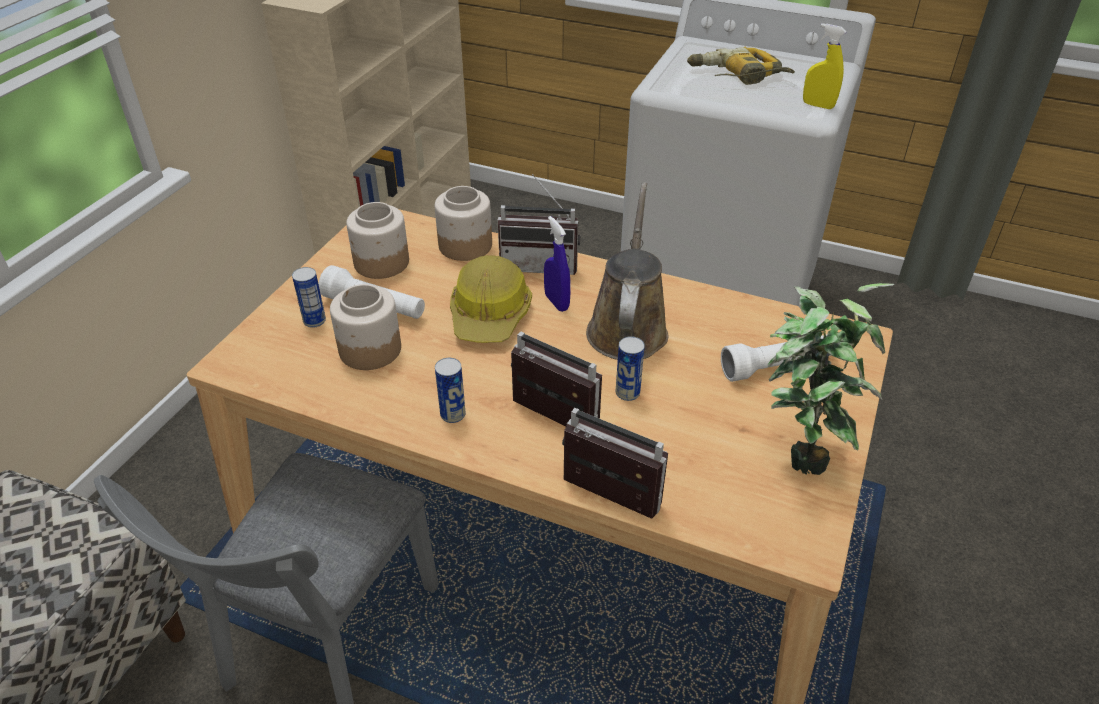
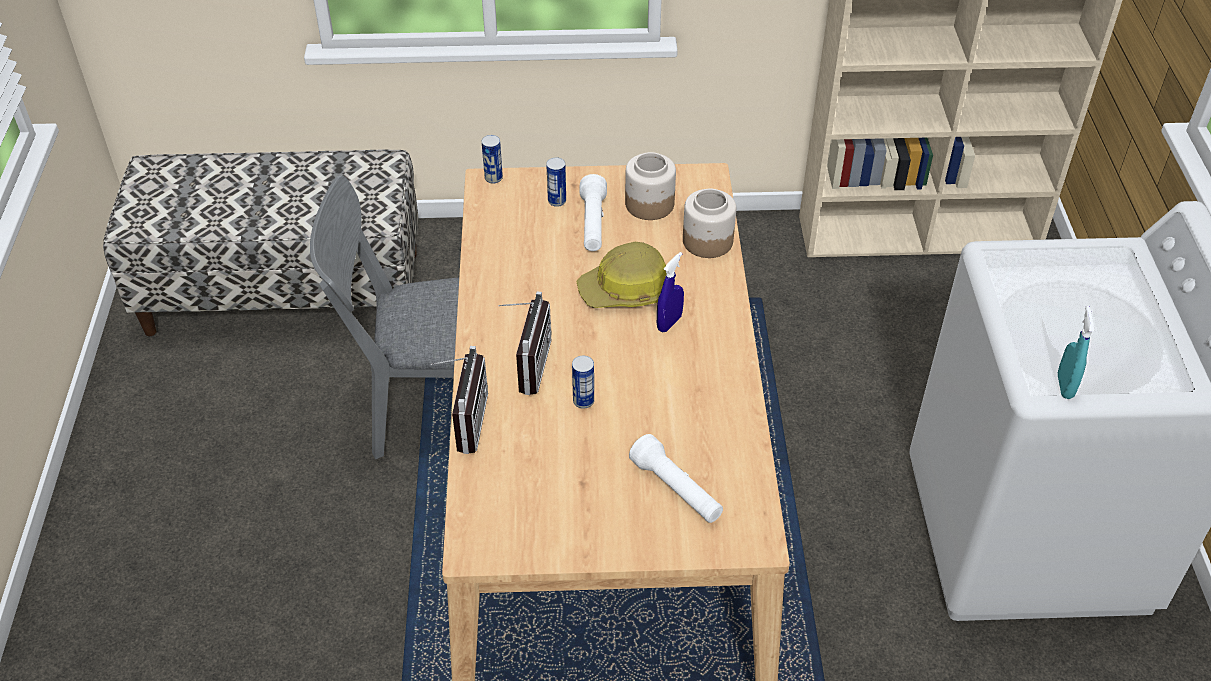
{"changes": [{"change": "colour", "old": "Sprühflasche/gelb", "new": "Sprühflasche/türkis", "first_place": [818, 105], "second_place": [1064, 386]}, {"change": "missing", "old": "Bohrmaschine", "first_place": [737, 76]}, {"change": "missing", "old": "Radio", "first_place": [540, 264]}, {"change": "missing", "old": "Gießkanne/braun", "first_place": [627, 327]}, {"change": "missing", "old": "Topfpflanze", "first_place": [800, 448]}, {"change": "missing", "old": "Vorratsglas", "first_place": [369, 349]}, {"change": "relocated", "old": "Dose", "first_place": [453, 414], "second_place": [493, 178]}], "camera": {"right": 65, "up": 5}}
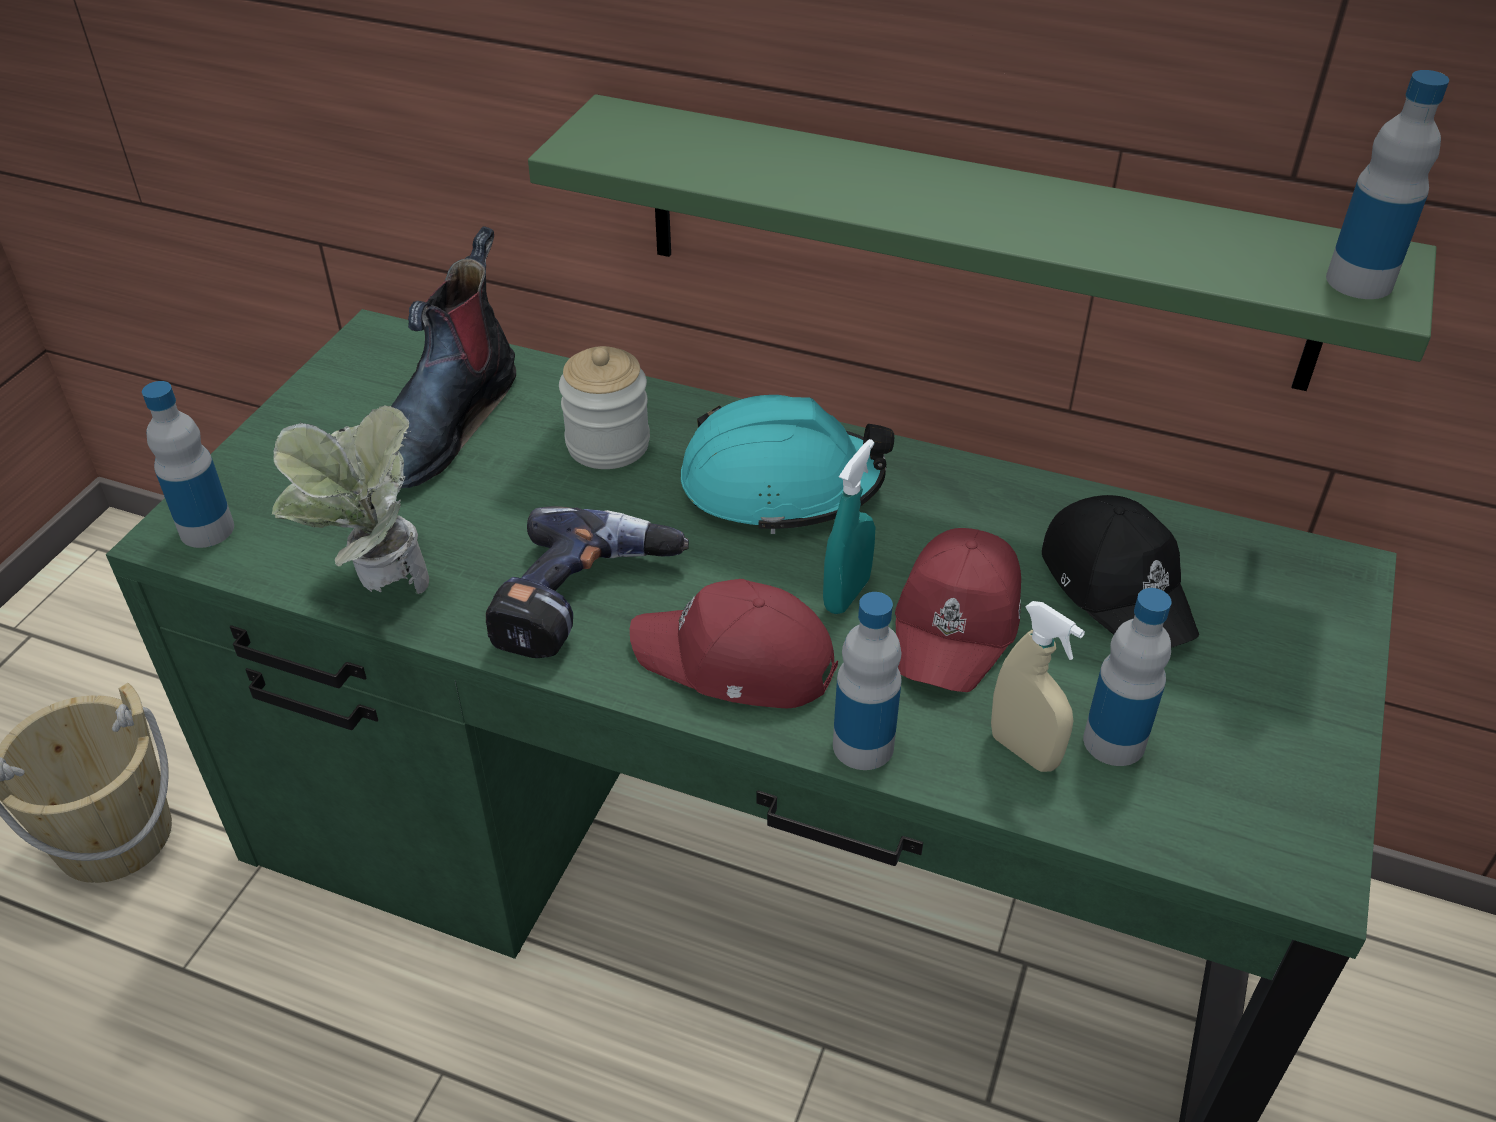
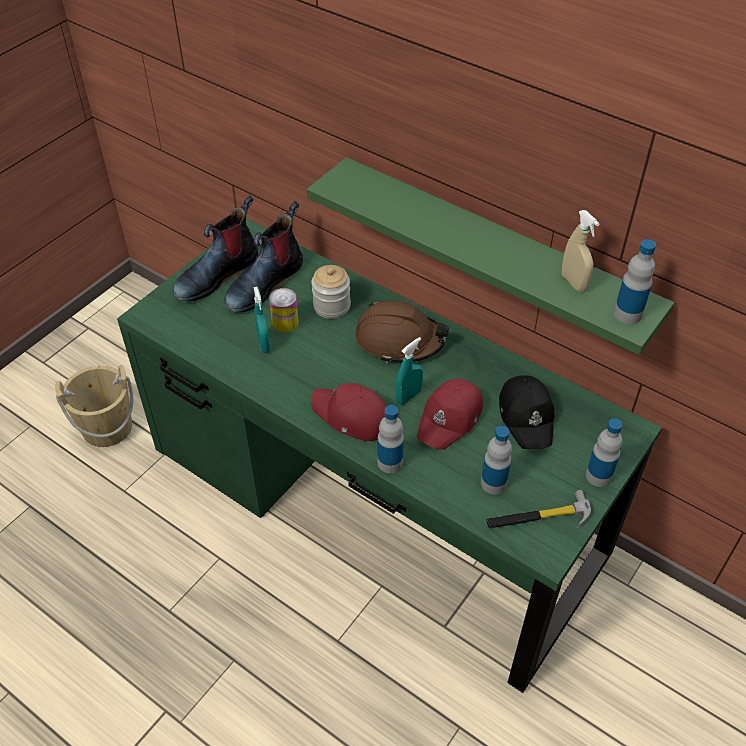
{"changes": [{"change": "relocated", "old": "Flasche", "first_place": [207, 529], "second_place": [598, 476]}, {"change": "colour", "old": "Schutzhelm/türkis", "new": "Schutzhelm/braun", "first_place": [781, 485], "second_place": [399, 340]}, {"change": "missing", "old": "Topfpflanze", "first_place": [378, 589]}, {"change": "missing", "old": "Bohrmaschine", "first_place": [585, 601]}, {"change": "relocated", "old": "Sprühflasche/beige", "first_place": [1023, 750], "second_place": [573, 283]}, {"change": "appeared", "new": "Stiefel", "second_place": [217, 274]}, {"change": "appeared", "new": "Sprühflasche/türkis", "second_place": [264, 344]}, {"change": "appeared", "new": "Dose", "second_place": [285, 323]}, {"change": "appeared", "new": "Hammer", "second_place": [538, 518]}], "camera": {"right": 15, "up": 5}}
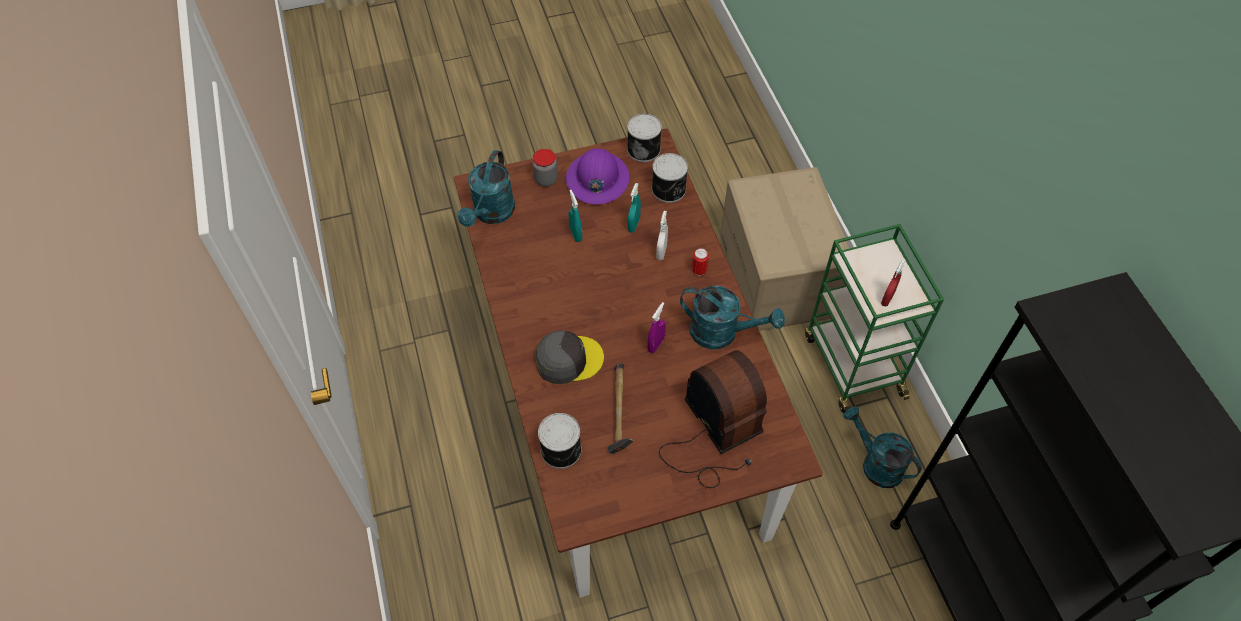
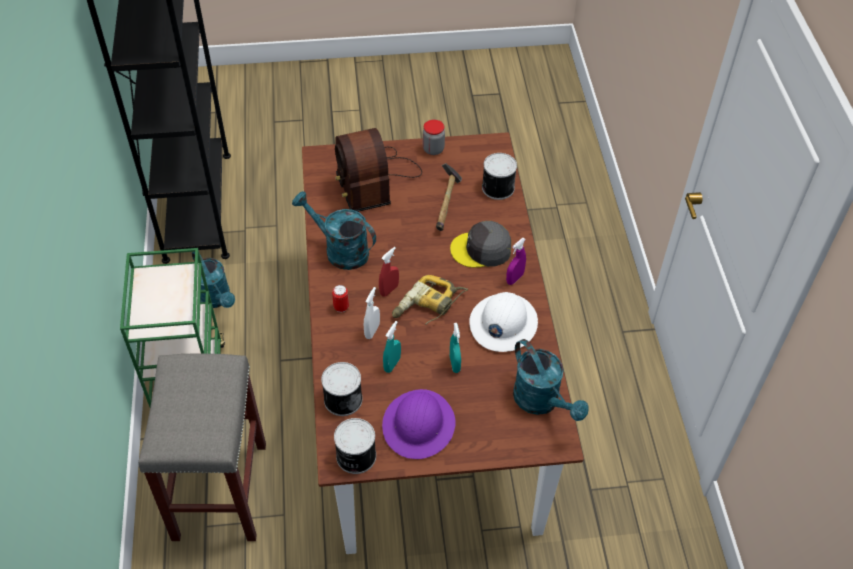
{"changes": [{"change": "relocated", "old": "Vorratsglas", "first_place": [546, 179], "second_place": [433, 149]}, {"change": "spun", "old": "Gießkanne/türkis", "first_place": [491, 214], "second_place": [542, 402], "degrees": 120}, {"change": "exchanged", "old": "Karton", "new": "Hocker/grau", "first_place": [778, 276], "second_place": [219, 489]}, {"change": "relocated", "old": "Sprühflasche/rot", "first_place": [887, 298], "second_place": [389, 290]}, {"change": "relocated", "old": "Sprühflasche/lila", "first_place": [656, 344], "second_place": [514, 278]}, {"change": "appeared", "new": "Bohrmaschine", "second_place": [428, 306]}, {"change": "appeared", "new": "Schutzhelm/weiß", "second_place": [503, 323]}], "camera": {"right": -170, "up": -5}}
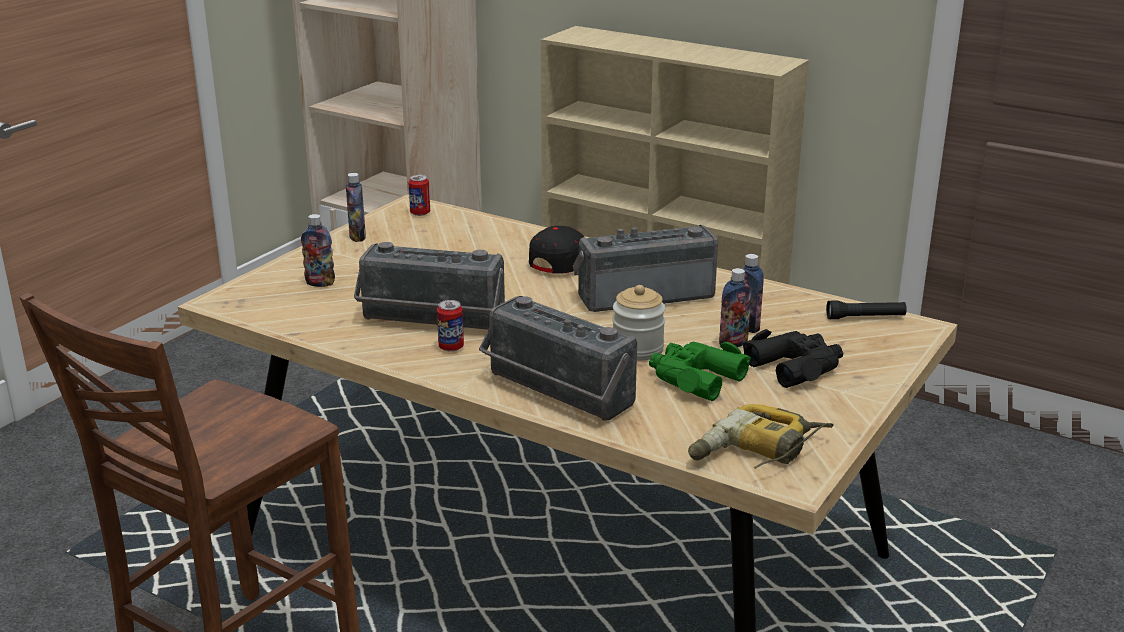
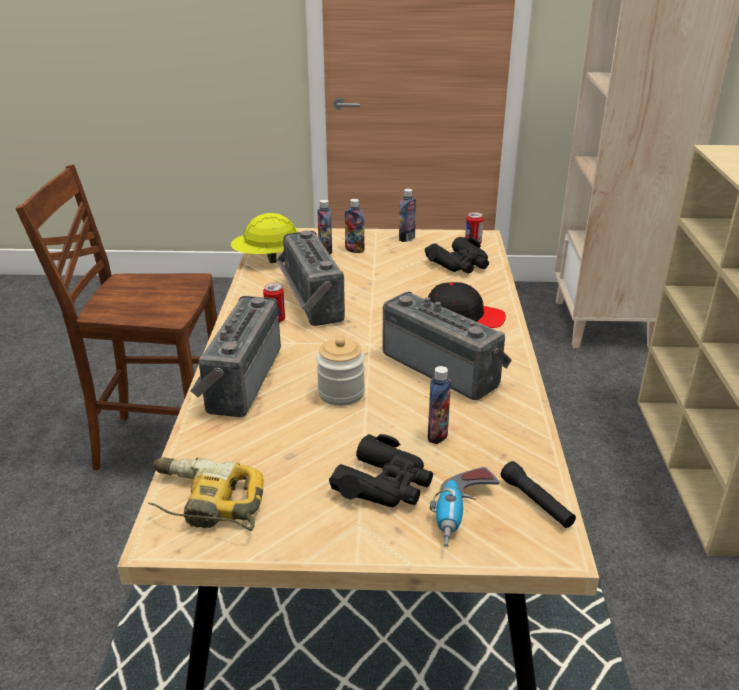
{"changes": [{"change": "relocated", "old": "Flasche", "first_place": [733, 343], "second_place": [354, 250]}, {"change": "missing", "old": "Fernglas/grün", "first_place": [695, 378]}, {"change": "appeared", "new": "Schutzhelm/gelb", "second_place": [267, 259]}, {"change": "appeared", "new": "Fernglas/schwarz", "second_place": [460, 264]}, {"change": "appeared", "new": "Bohrmaschine", "second_place": [463, 516]}], "camera": {"right": 60, "up": 5}}
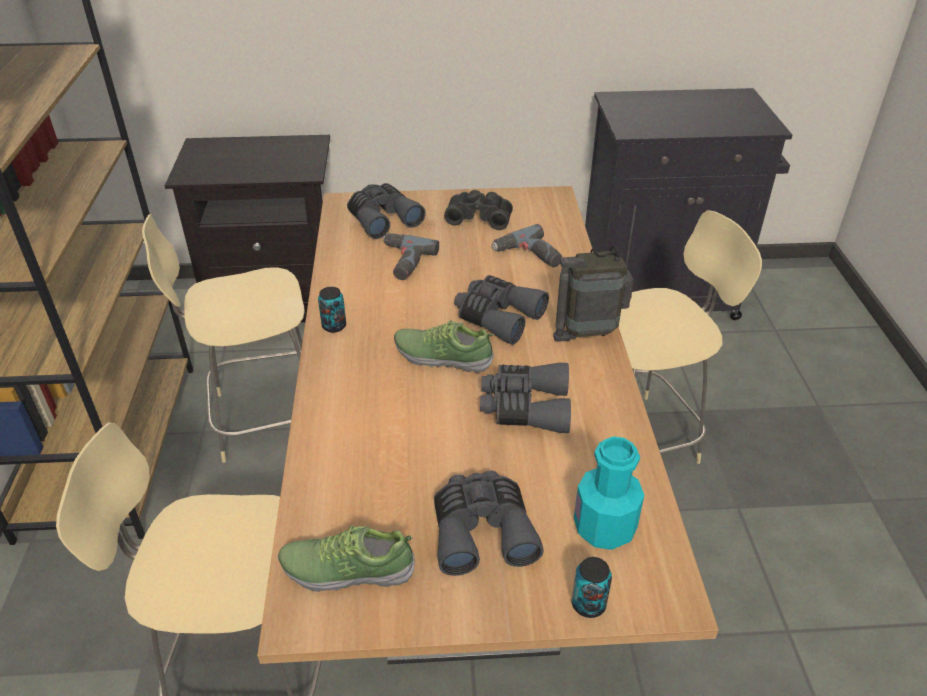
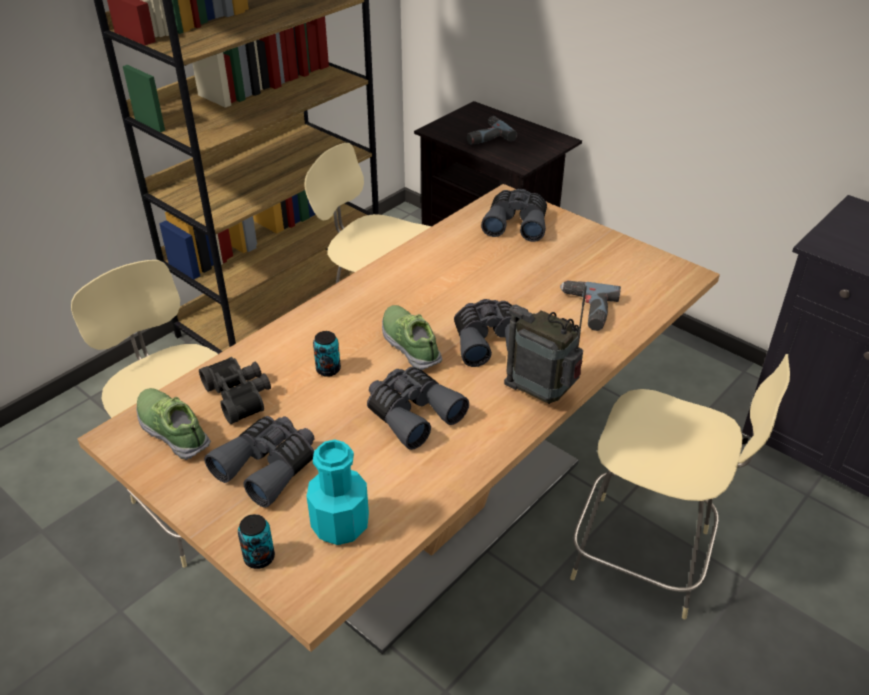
{"changes": [{"change": "relocated", "old": "Fernglas/schwarz", "first_place": [479, 217], "second_place": [240, 395]}, {"change": "relocated", "old": "Bohrmaschine", "first_place": [401, 262], "second_place": [485, 136]}, {"change": "relocated", "old": "Dose", "first_place": [334, 326], "second_place": [328, 369]}], "camera": {"right": 45, "up": 0}}
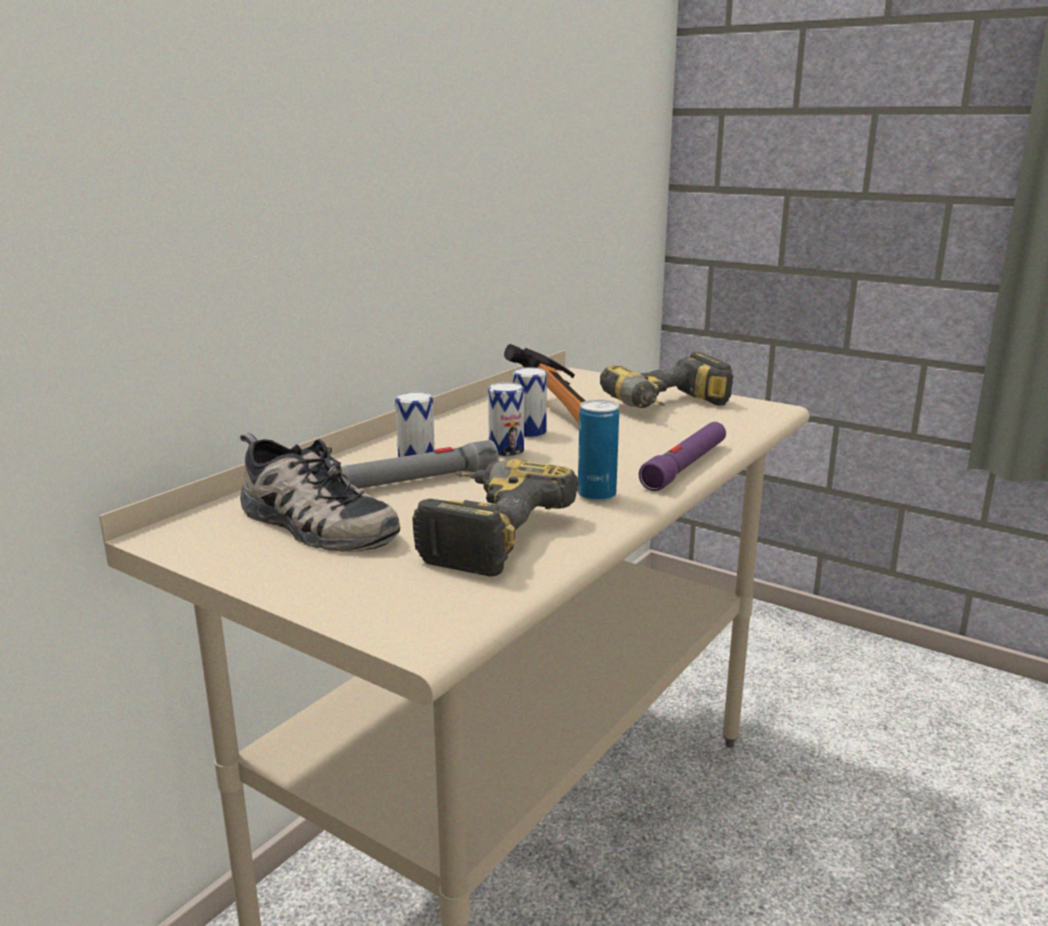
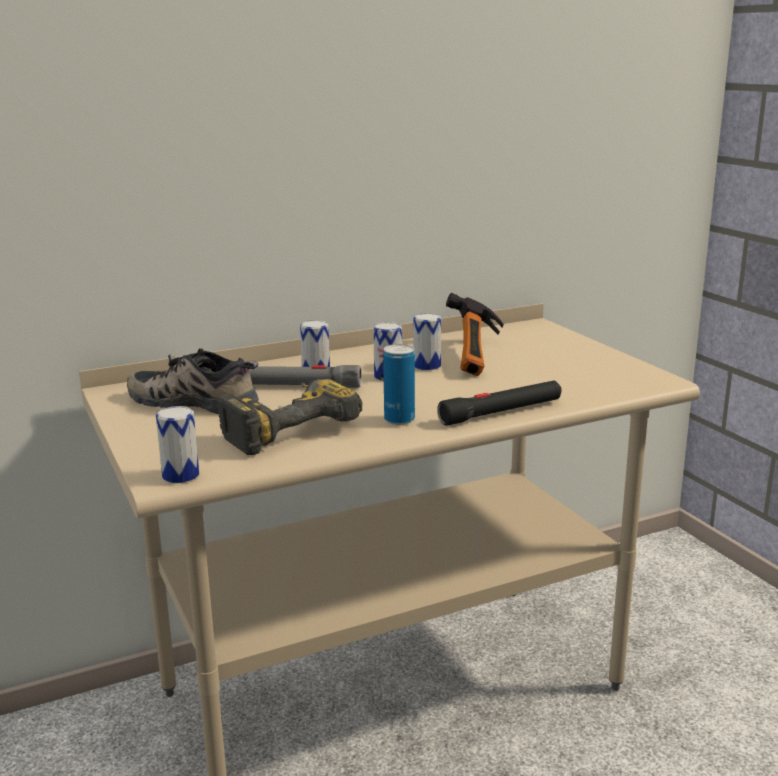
{"changes": [{"change": "missing", "old": "Bohrmaschine", "first_place": [671, 408]}, {"change": "colour", "old": "Taschenlampe/lila", "new": "Taschenlampe/schwarz", "first_place": [686, 466], "second_place": [502, 412]}, {"change": "spun", "old": "Schuh", "first_place": [311, 524], "second_place": [196, 401], "degrees": 135}, {"change": "appeared", "new": "Dose", "second_place": [180, 475]}], "camera": {"right": 30, "up": 0}}
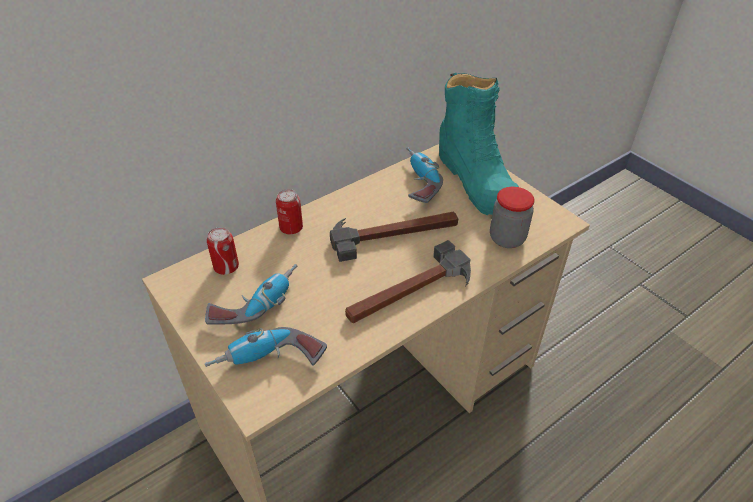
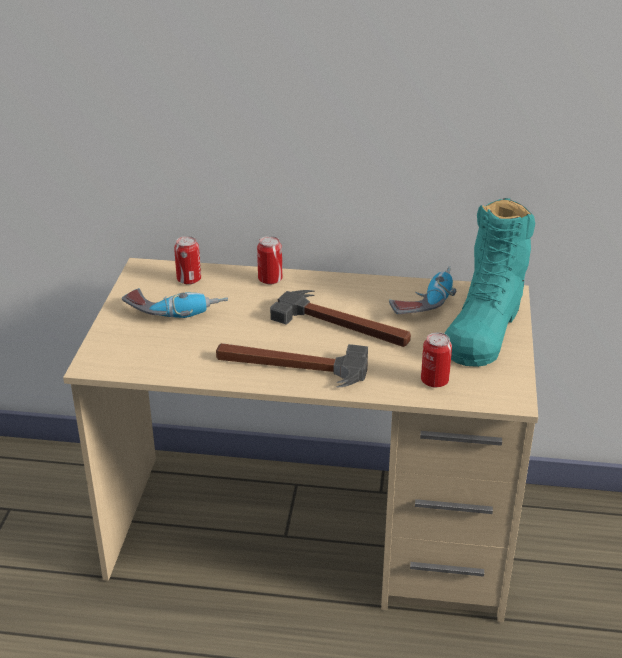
{"changes": [{"change": "exchanged", "old": "Vorratsglas", "new": "Dose", "first_place": [507, 238], "second_place": [434, 381]}, {"change": "missing", "old": "Bohrmaschine", "first_place": [268, 362]}], "camera": {"right": 45, "up": -10}}
